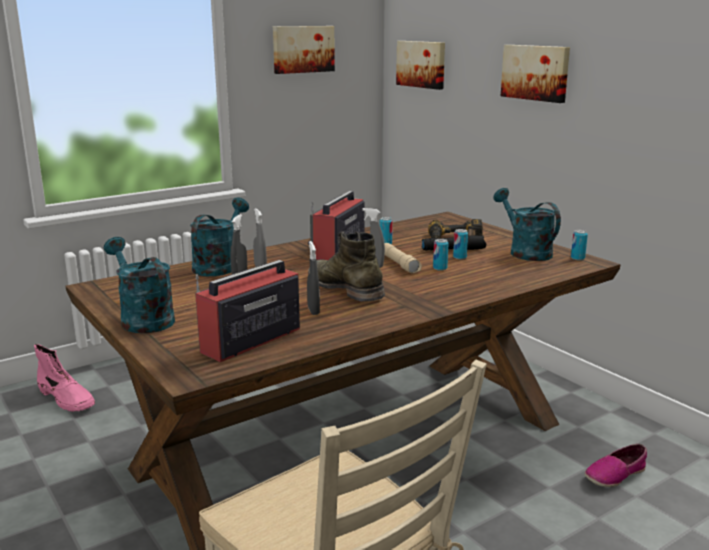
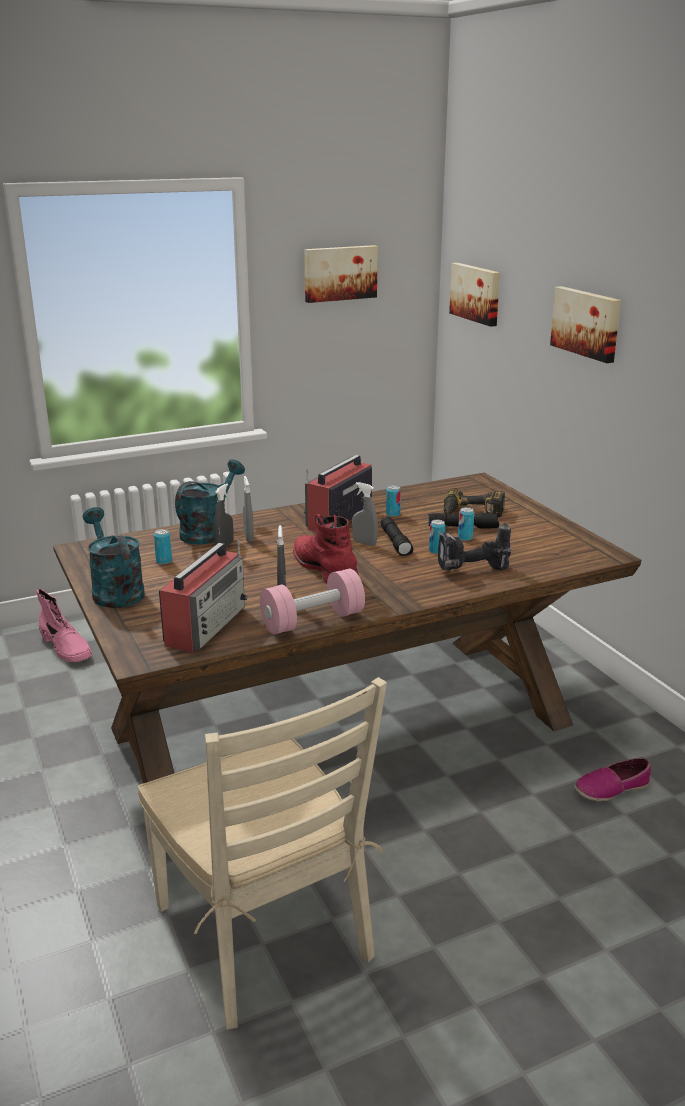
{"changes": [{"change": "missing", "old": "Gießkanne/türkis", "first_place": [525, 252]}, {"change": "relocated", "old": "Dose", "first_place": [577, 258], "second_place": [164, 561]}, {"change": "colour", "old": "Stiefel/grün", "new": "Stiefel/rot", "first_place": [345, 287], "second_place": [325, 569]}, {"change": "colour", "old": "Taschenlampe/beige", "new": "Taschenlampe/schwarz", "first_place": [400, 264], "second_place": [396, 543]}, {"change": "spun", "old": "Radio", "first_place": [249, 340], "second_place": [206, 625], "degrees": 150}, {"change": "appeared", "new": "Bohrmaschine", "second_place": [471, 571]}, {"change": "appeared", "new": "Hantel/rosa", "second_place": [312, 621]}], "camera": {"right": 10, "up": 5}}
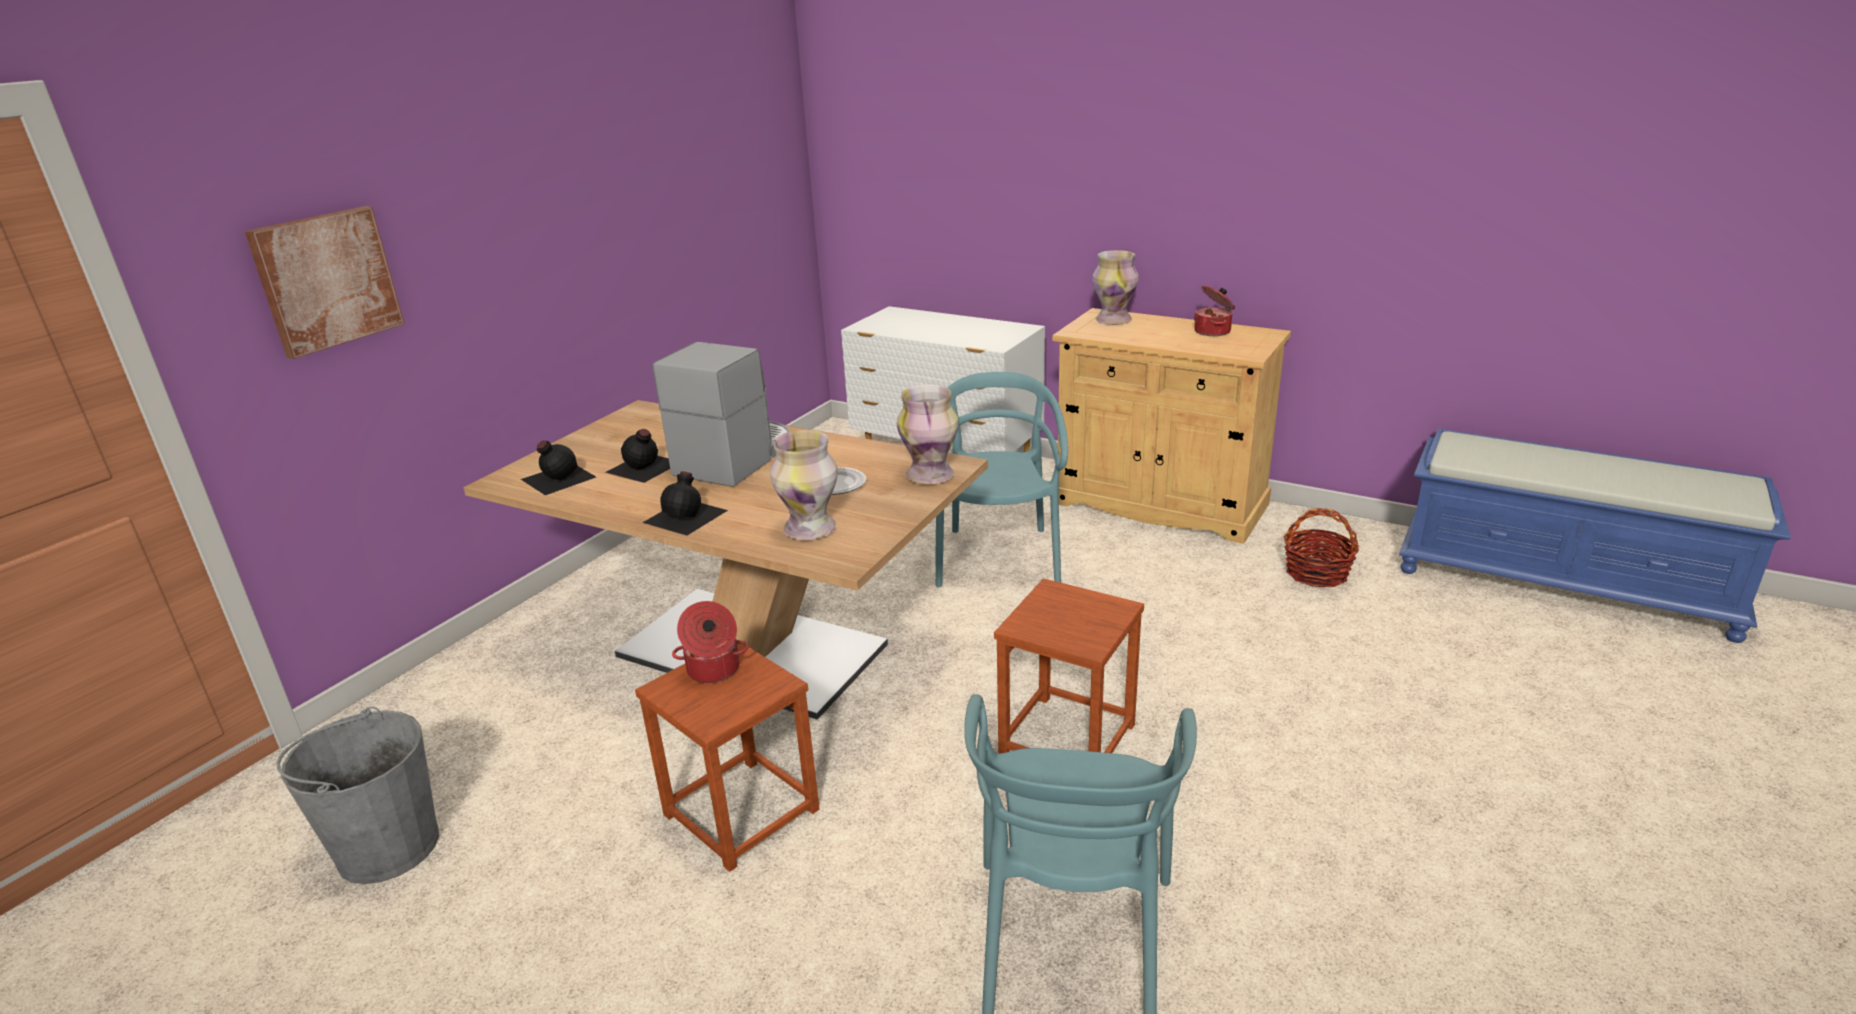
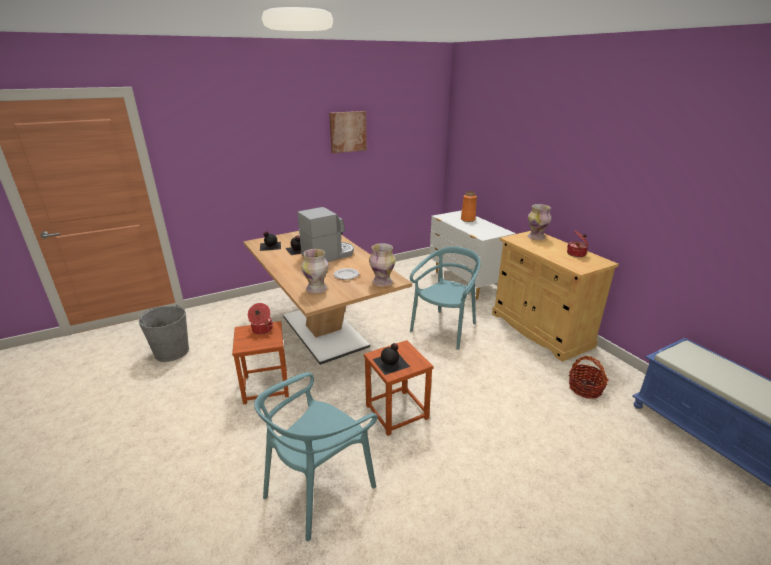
{"changes": [{"change": "relocated", "old": "Bild", "first_place": [326, 280], "second_place": [347, 131]}, {"change": "relocated", "old": "Flasche/schwarz", "first_place": [687, 516], "second_place": [391, 363]}, {"change": "appeared", "new": "Vase/orange", "second_place": [467, 219]}], "camera": {"right": 30, "up": 0}}
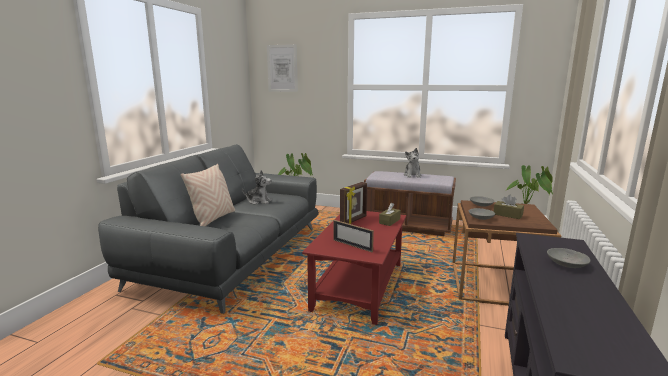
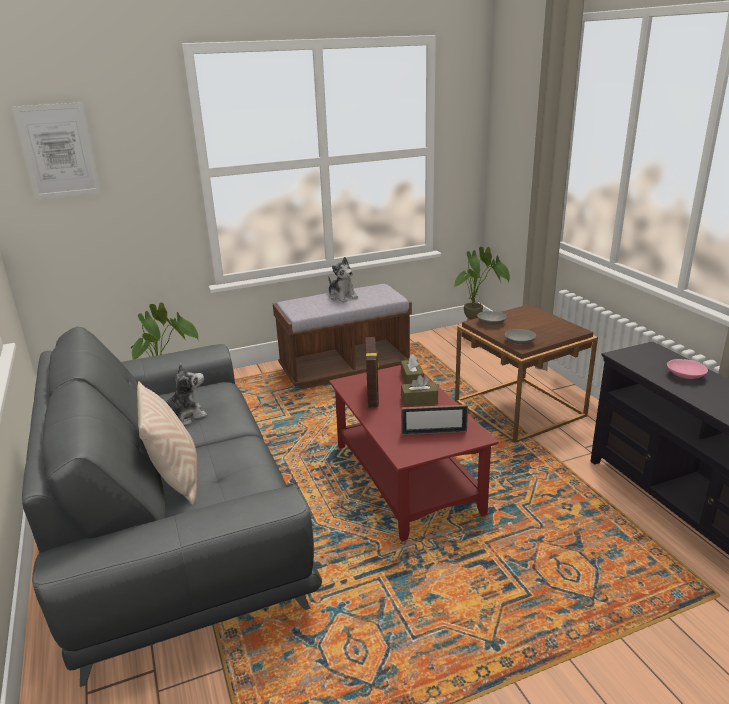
{"changes": [{"change": "relocated", "old": "Taschentuchbox/braun", "first_place": [507, 215], "second_place": [419, 400]}, {"change": "colour", "old": "Schüssel/grau", "new": "Schüssel/rosa", "first_place": [567, 264], "second_place": [685, 375]}], "camera": {"right": -40, "up": 10}}
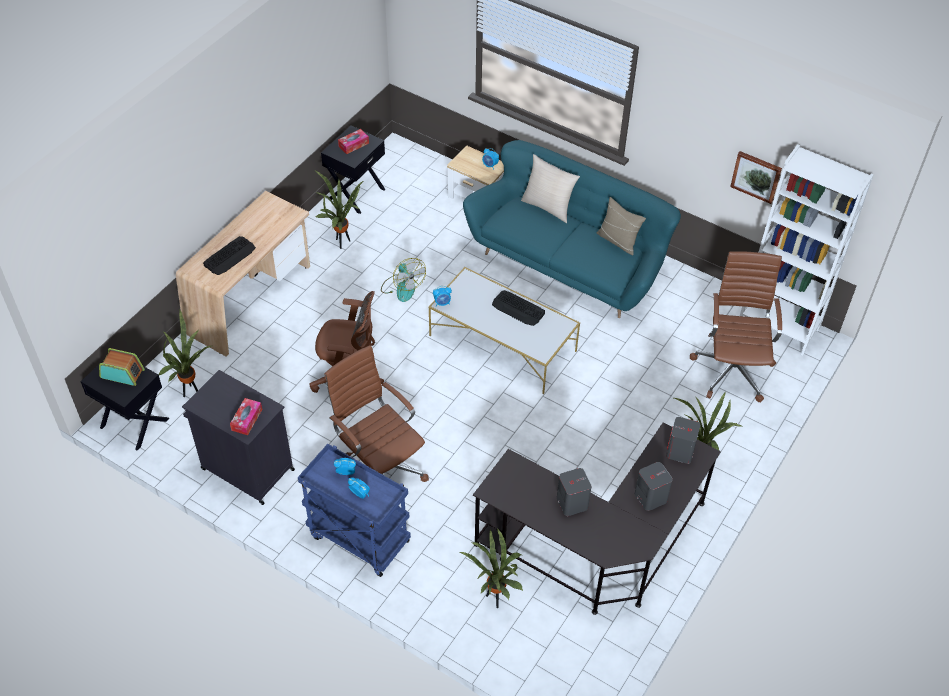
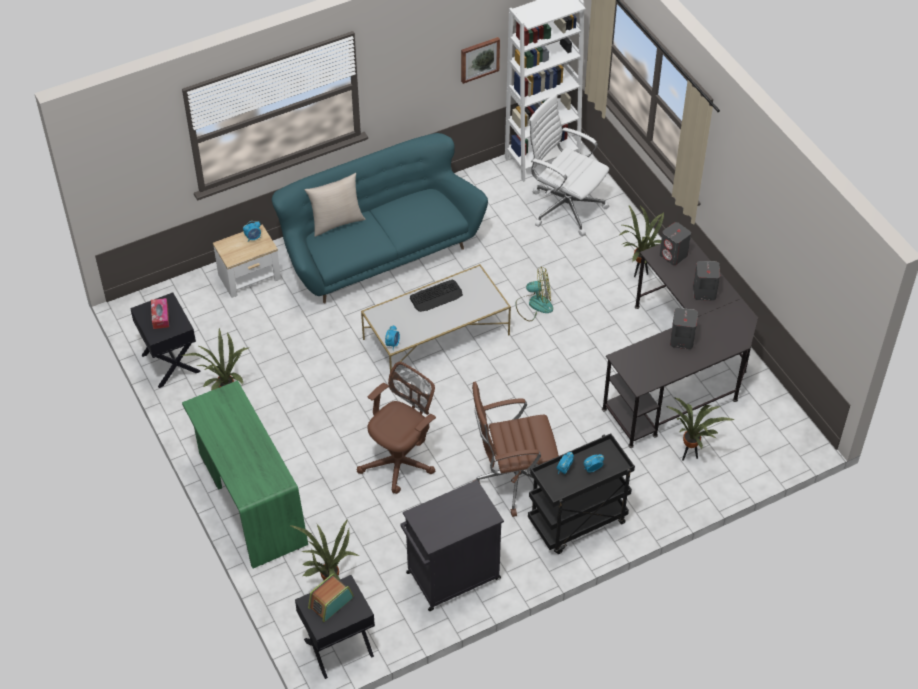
{"changes": [{"change": "colour", "old": "Schreibtisch/beige", "new": "Schreibtisch/grün", "first_place": [251, 300], "second_place": [249, 499]}, {"change": "missing", "old": "Kissen/beige", "first_place": [618, 241]}, {"change": "missing", "old": "Tastatur", "first_place": [229, 256]}, {"change": "colour", "old": "Bürostuhl/braun", "new": "Bürostuhl/weiß", "first_place": [732, 368], "second_place": [565, 206]}, {"change": "relocated", "old": "Ventilator", "first_place": [402, 287], "second_place": [534, 305]}, {"change": "missing", "old": "Taschentuchbox", "first_place": [247, 419]}, {"change": "colour", "old": "Rollwagen/blau", "new": "Rollwagen/schwarz", "first_place": [357, 539], "second_place": [577, 523]}], "camera": {"right": -60, "up": 0}}
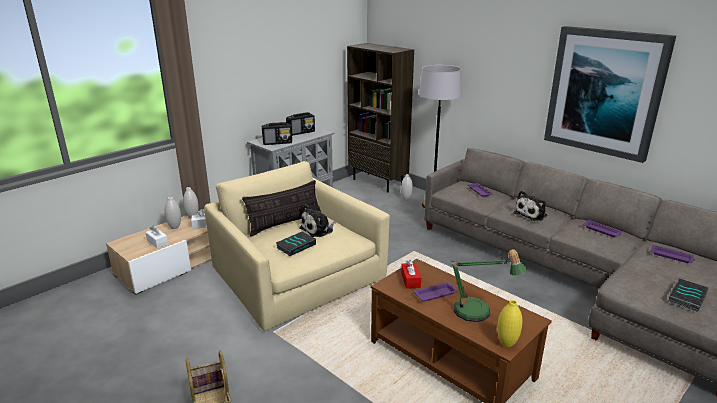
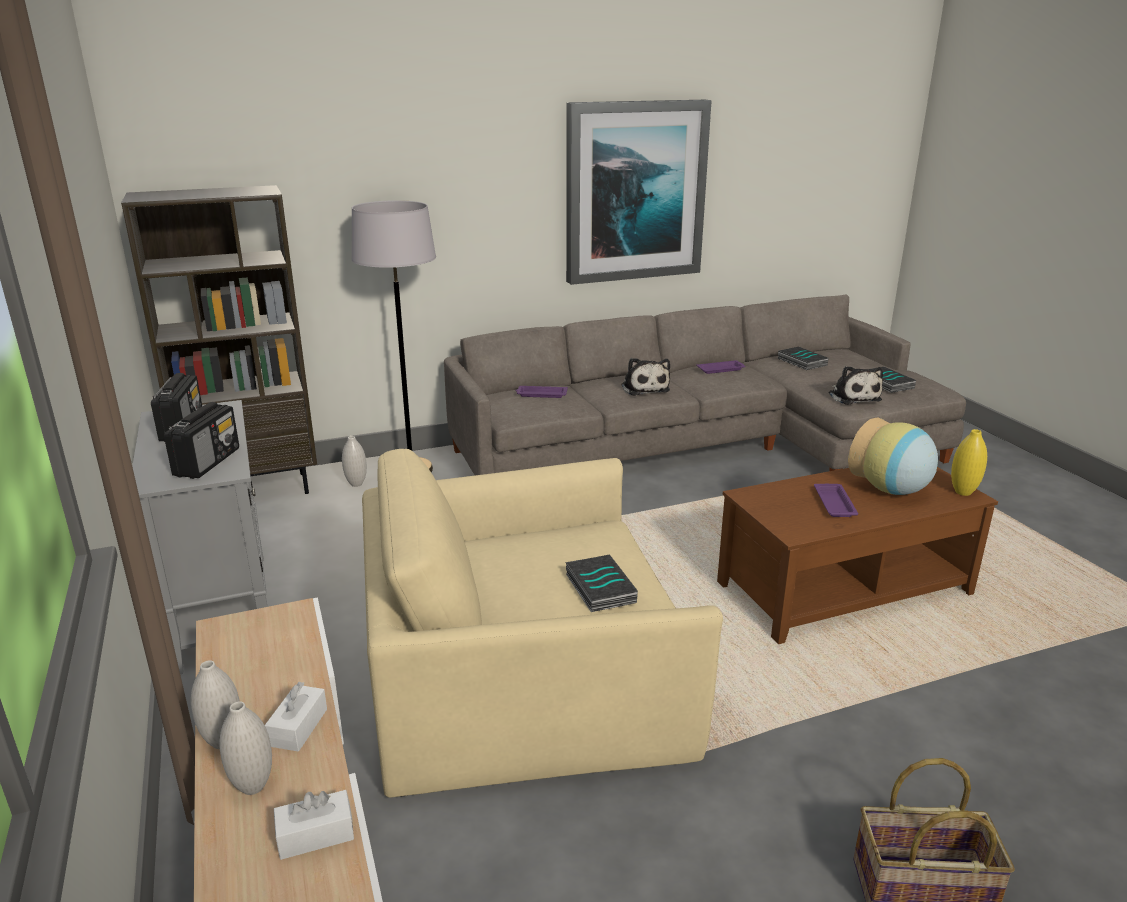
{"changes": [{"change": "missing", "old": "Kissen", "first_place": [285, 224]}, {"change": "relocated", "old": "Plüschtier", "first_place": [318, 229], "second_place": [853, 396]}, {"change": "exchanged", "old": "Tablett/lila", "new": "Buch", "first_place": [672, 256], "second_place": [801, 362]}, {"change": "exchanged", "old": "Tischlampe", "new": "Vase", "first_place": [478, 313], "second_place": [891, 490]}, {"change": "missing", "old": "Taschentuchbox/rot", "first_place": [410, 280]}], "camera": {"right": -65, "up": 0}}
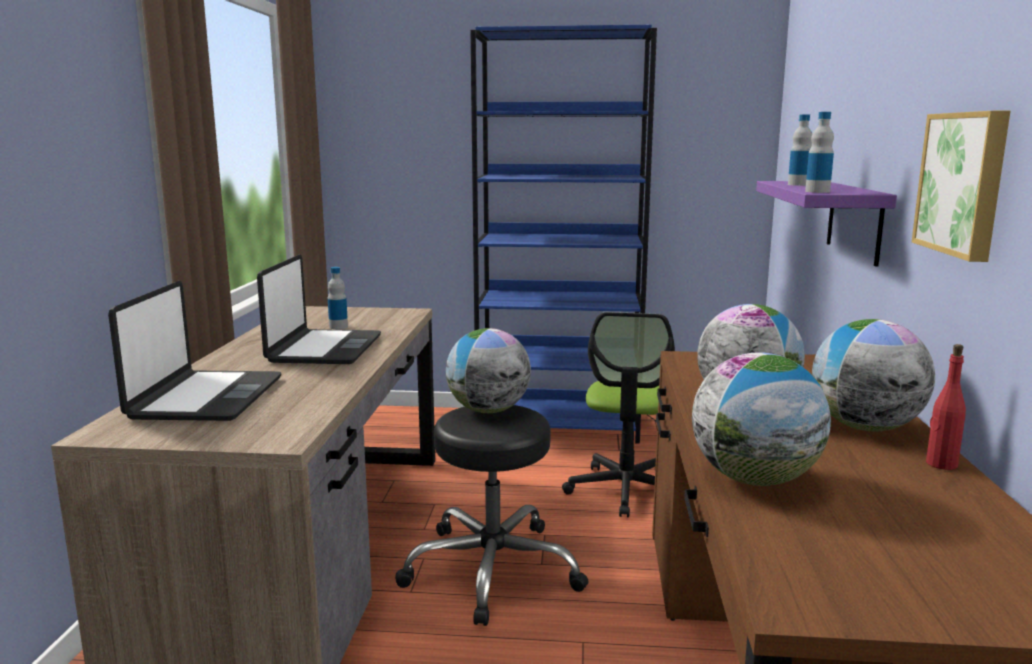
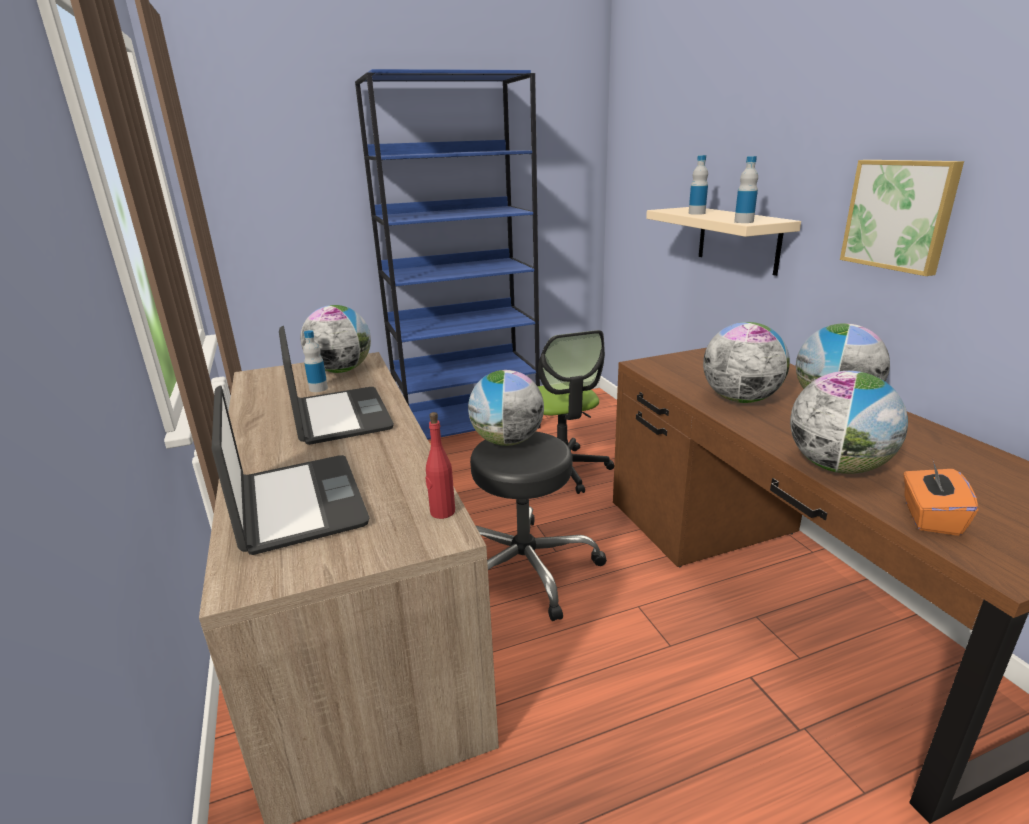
{"changes": [{"change": "colour", "old": "Wandregal/lila", "new": "Wandregal/beige", "first_place": [854, 221], "second_place": [738, 239]}, {"change": "relocated", "old": "Flasche/rot", "first_place": [941, 464], "second_place": [442, 512]}, {"change": "appeared", "new": "Globus", "second_place": [341, 370]}, {"change": "appeared", "new": "Taschentuchbox/orange", "second_place": [929, 517]}], "camera": {"right": -25, "up": 10}}
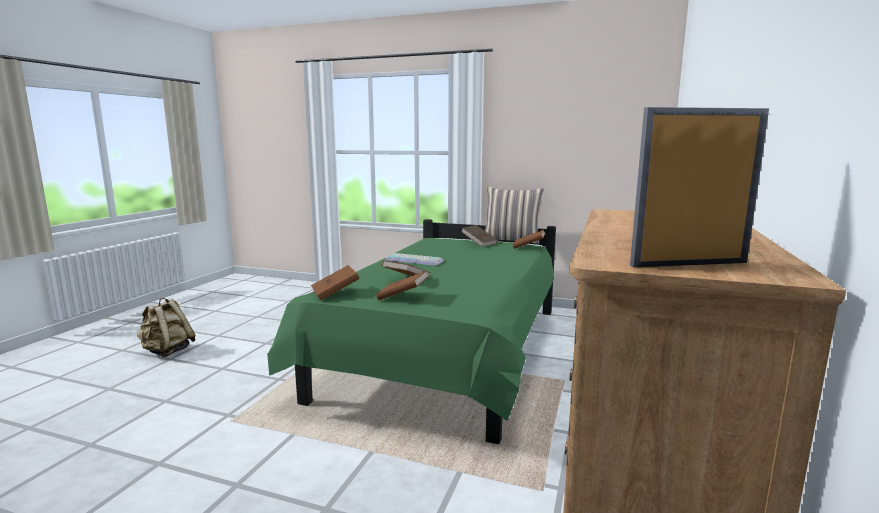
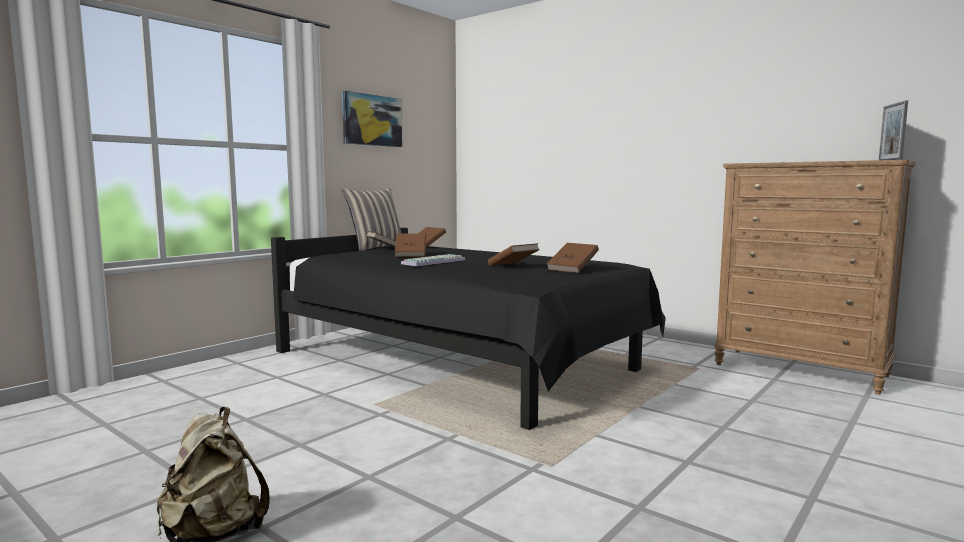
{"changes": [{"change": "colour", "old": "Bett/grün", "new": "Bett/schwarz", "first_place": [447, 354], "second_place": [459, 363]}, {"change": "relocated", "old": "Buch/braun", "first_place": [335, 293], "second_place": [411, 255]}, {"change": "appeared", "new": "Bild", "second_place": [372, 120]}], "camera": {"right": -70, "up": -5}}
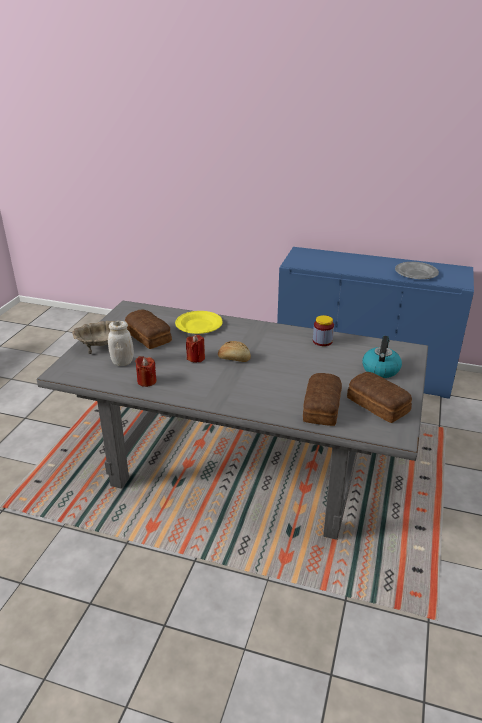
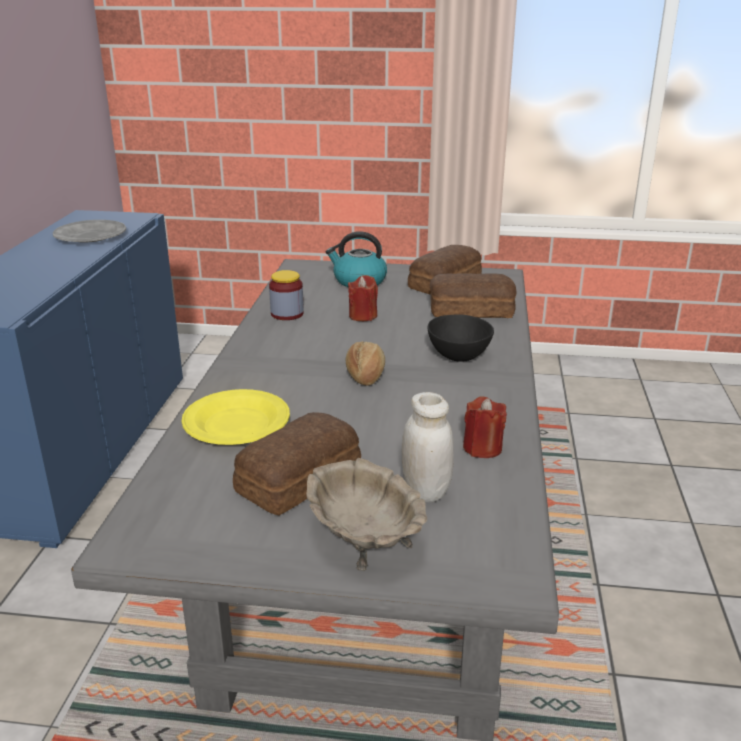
{"changes": [{"change": "relocated", "old": "Kerze/rot", "first_place": [196, 358], "second_place": [363, 316]}, {"change": "appeared", "new": "Schüssel/schwarz", "second_place": [458, 355]}], "camera": {"right": -100, "up": -5}}
